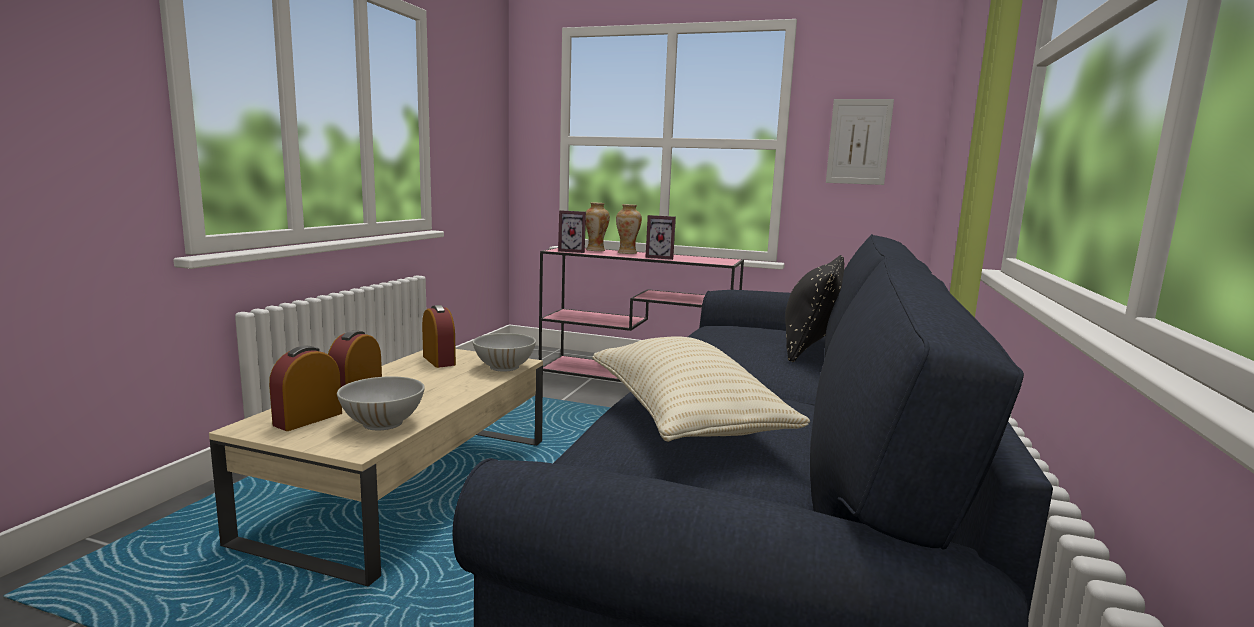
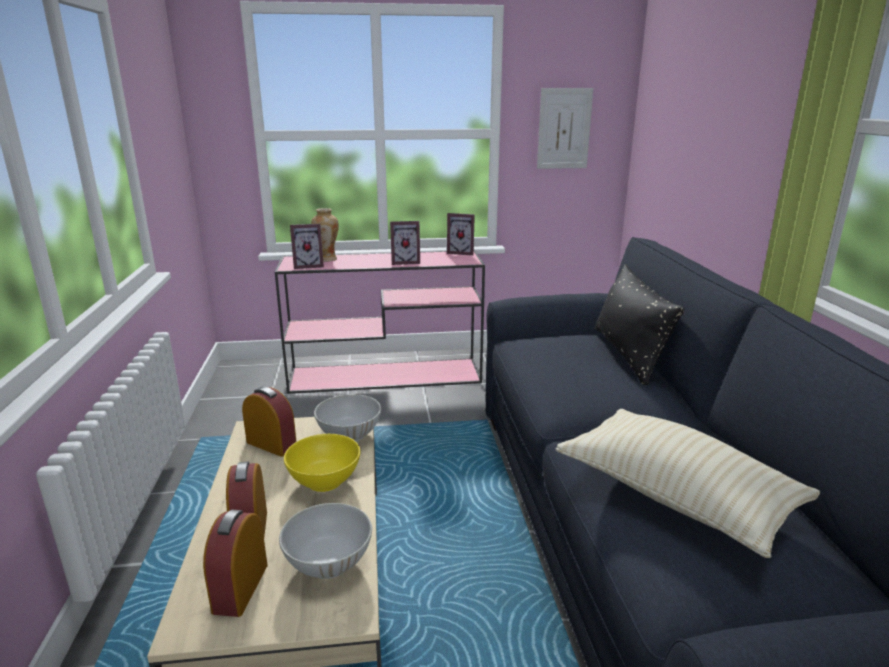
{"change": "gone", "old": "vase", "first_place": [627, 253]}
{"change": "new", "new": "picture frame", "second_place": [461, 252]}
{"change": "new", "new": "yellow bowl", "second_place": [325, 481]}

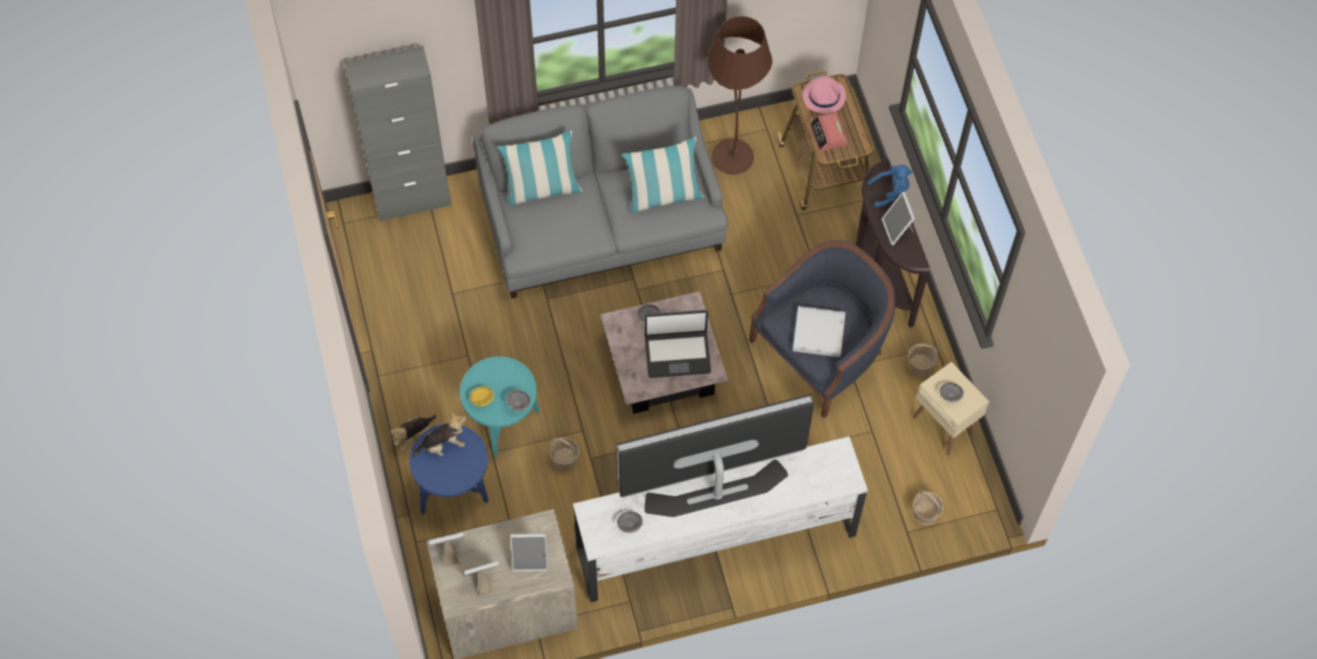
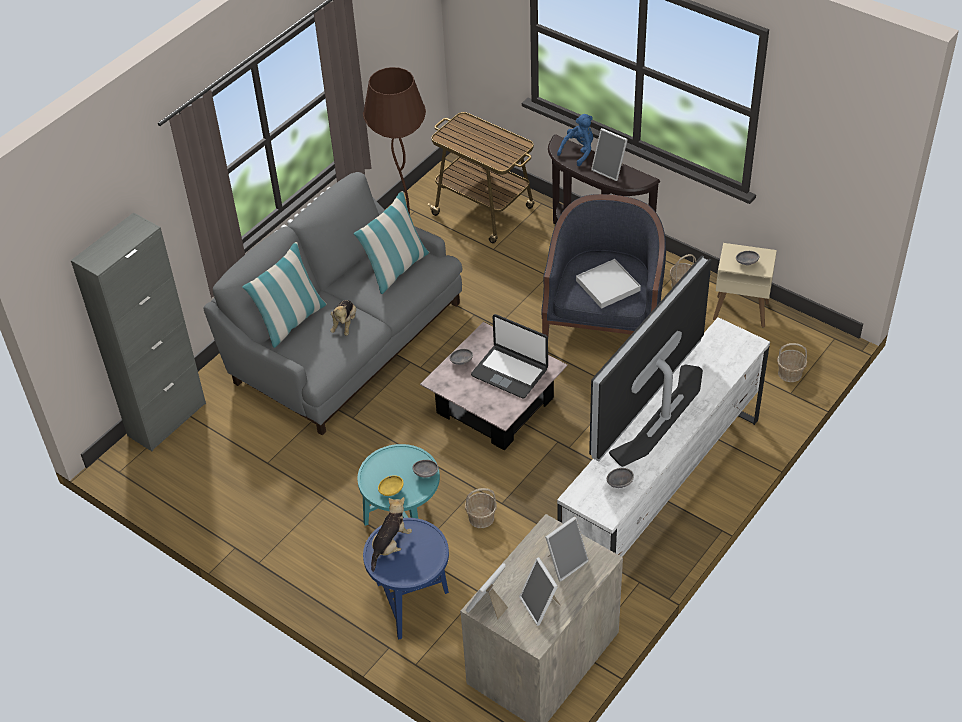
{"change": "gone", "old": "pink hat", "first_place": [824, 96]}
{"change": "gone", "old": "alarm clock", "first_place": [827, 135]}
{"change": "rotated", "old": "laptop", "first_place": [677, 354], "second_place": [510, 372], "degrees": 75}
{"change": "shifted", "old": "plush toy", "first_place": [414, 436], "second_place": [345, 324]}
{"change": "rotated", "old": "picture frame", "first_place": [482, 579], "second_place": [541, 606], "degrees": -60}

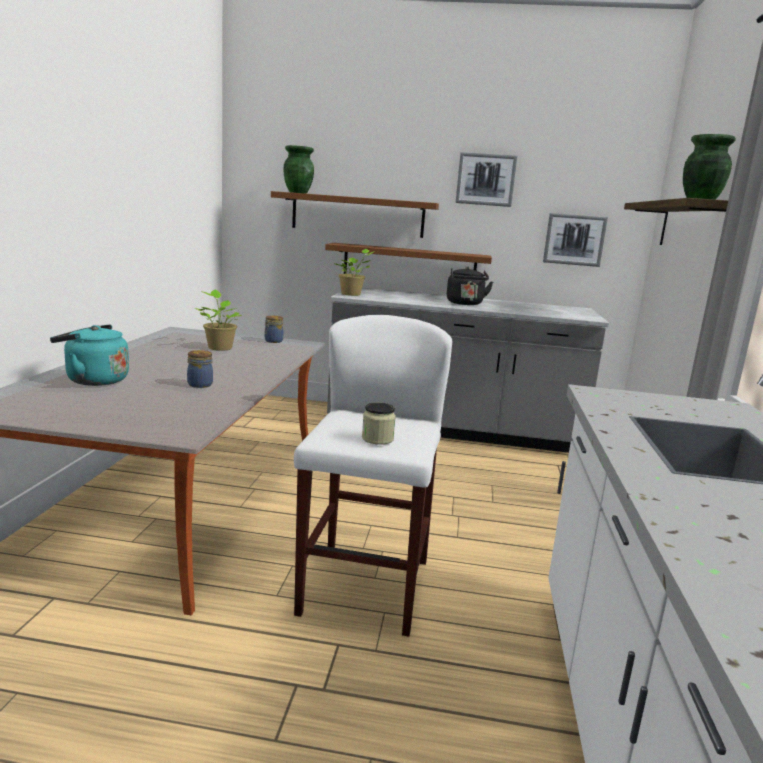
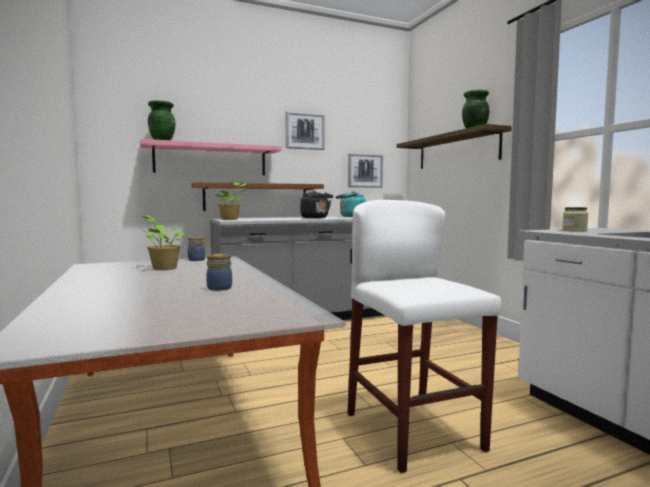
{"change": "repainted", "old": "brown shelf", "new": "pink shelf", "first_place": [357, 215], "second_place": [211, 160]}
{"change": "shifted", "old": "turquoise kettle", "first_place": [93, 380], "second_place": [351, 216]}
{"change": "shifted", "old": "jar", "first_place": [377, 439], "second_place": [574, 230]}

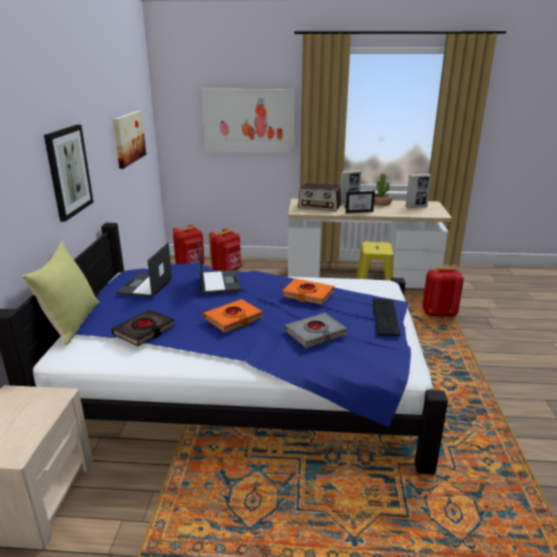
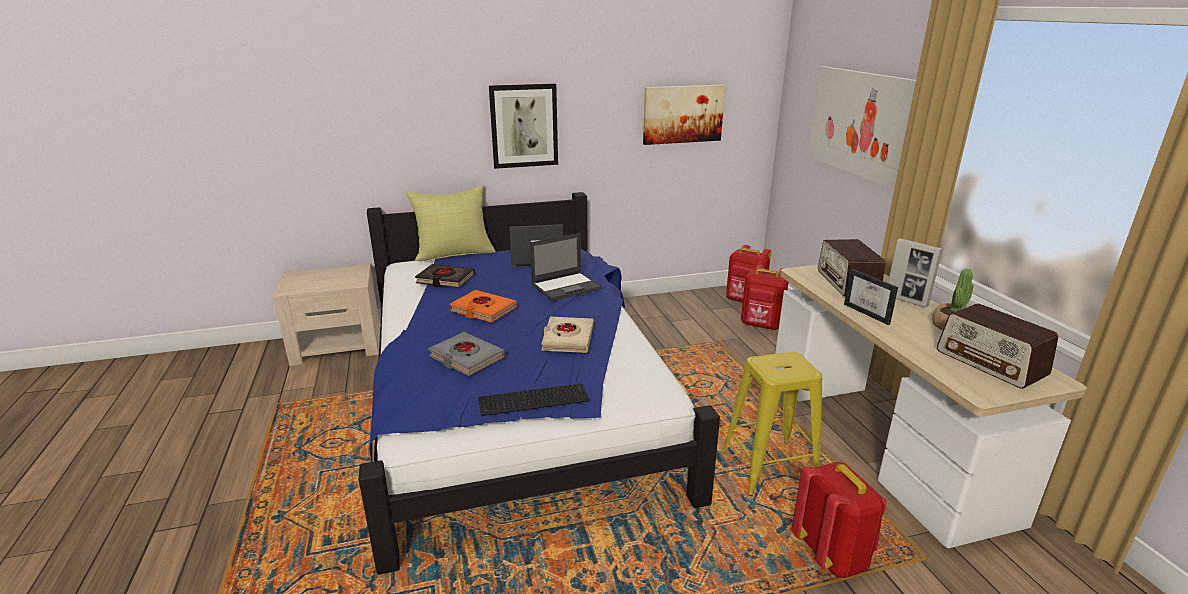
{"change": "swapped", "old": "picture frame", "new": "radio", "first_place": [416, 207], "second_place": [991, 363]}
{"change": "repainted", "old": "orange book", "new": "beige book", "first_place": [308, 294], "second_place": [567, 339]}

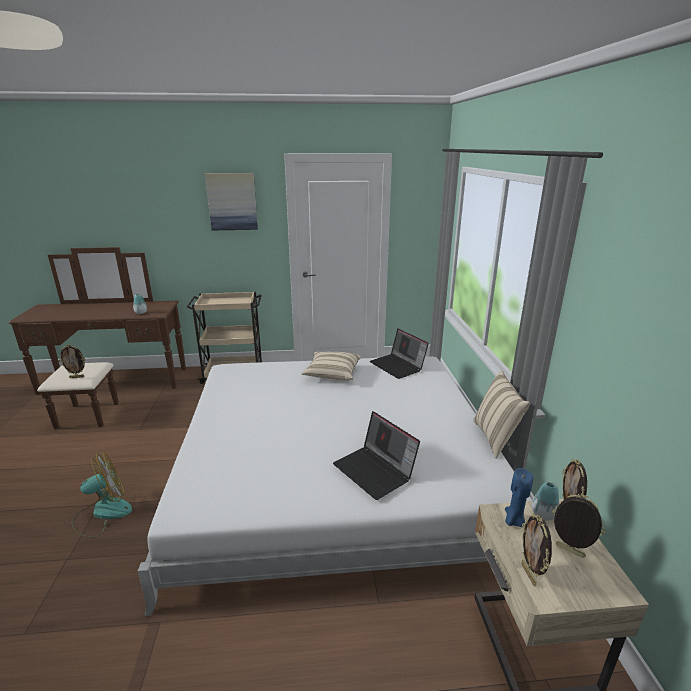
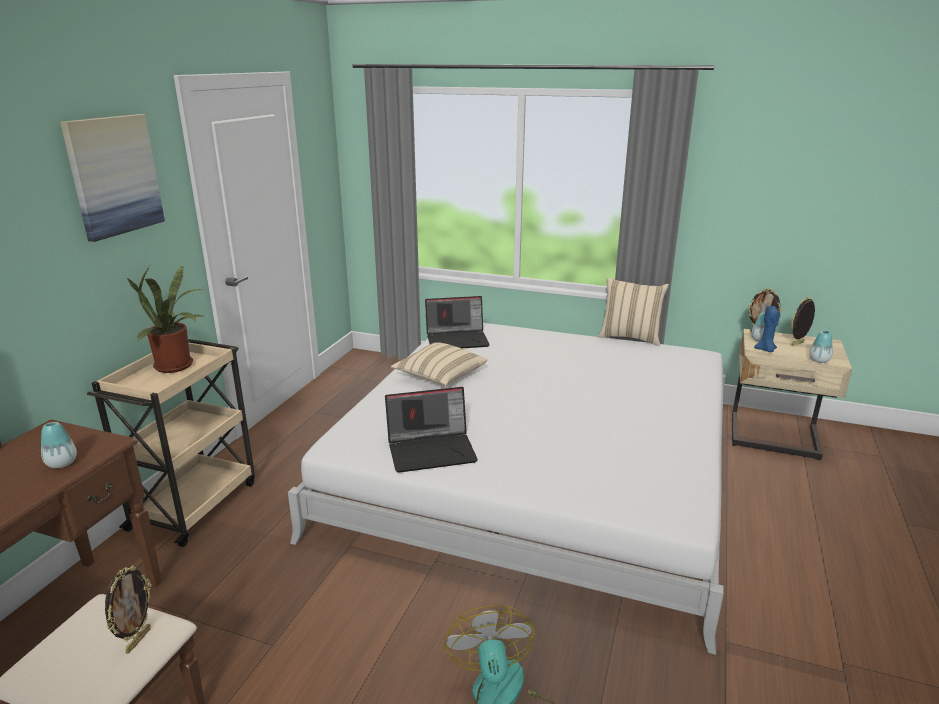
{"change": "shifted", "old": "laptop", "first_place": [375, 471], "second_place": [432, 450]}
{"change": "swapped", "old": "picture frame", "new": "vase", "first_place": [529, 575], "second_place": [819, 360]}
{"change": "new", "new": "potted plant", "second_place": [178, 366]}

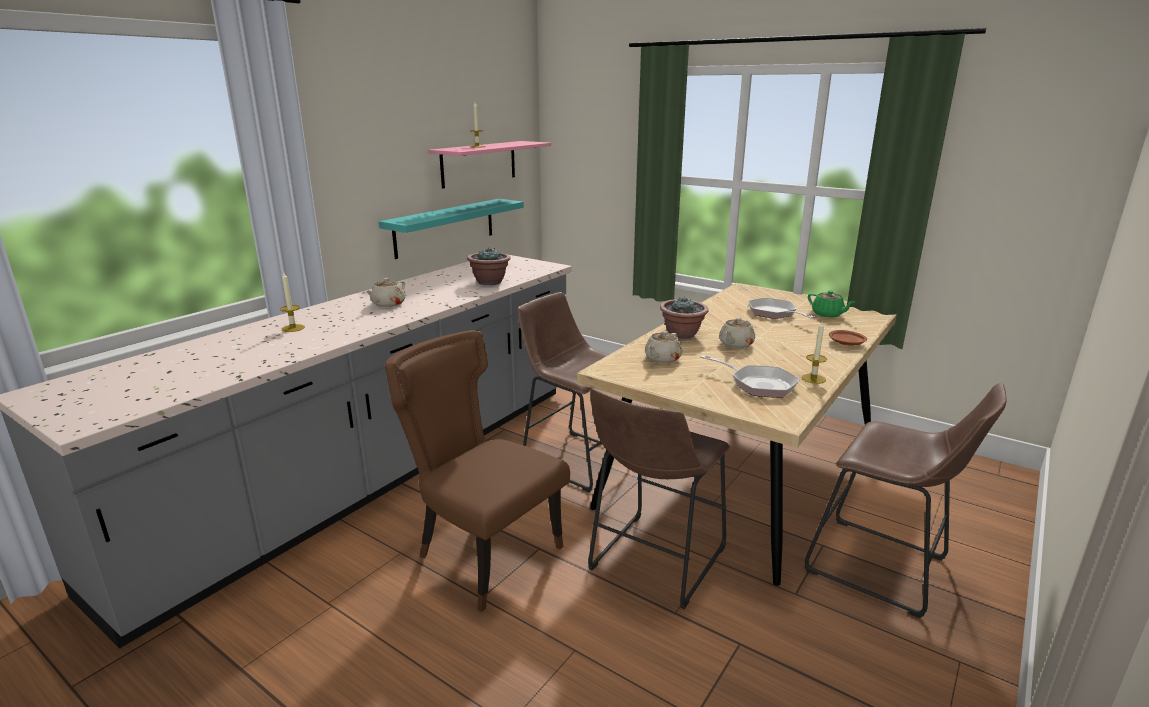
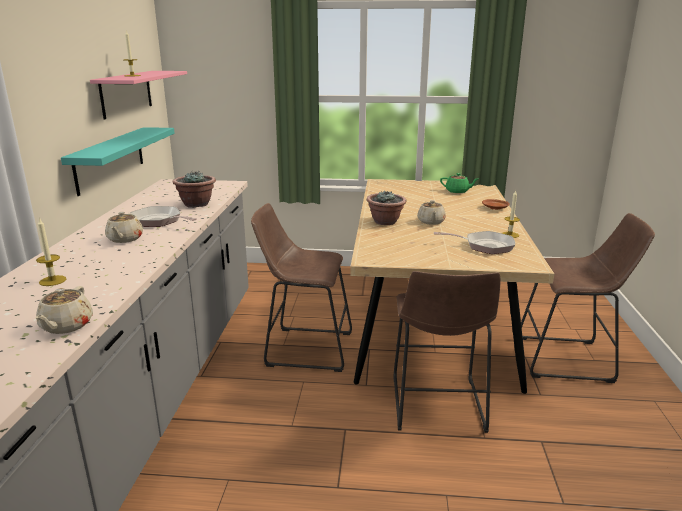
{"change": "shifted", "old": "frying pan", "first_place": [774, 313], "second_place": [159, 221]}
{"change": "gone", "old": "brown chair", "first_place": [483, 553]}
{"change": "shifted", "old": "beige teapot", "first_place": [662, 359], "second_place": [66, 326]}

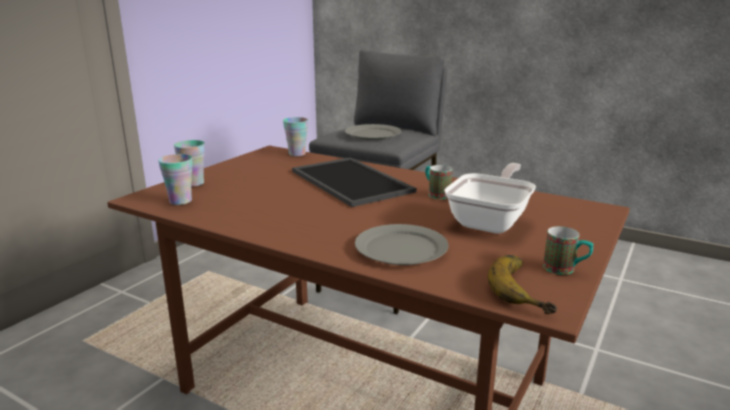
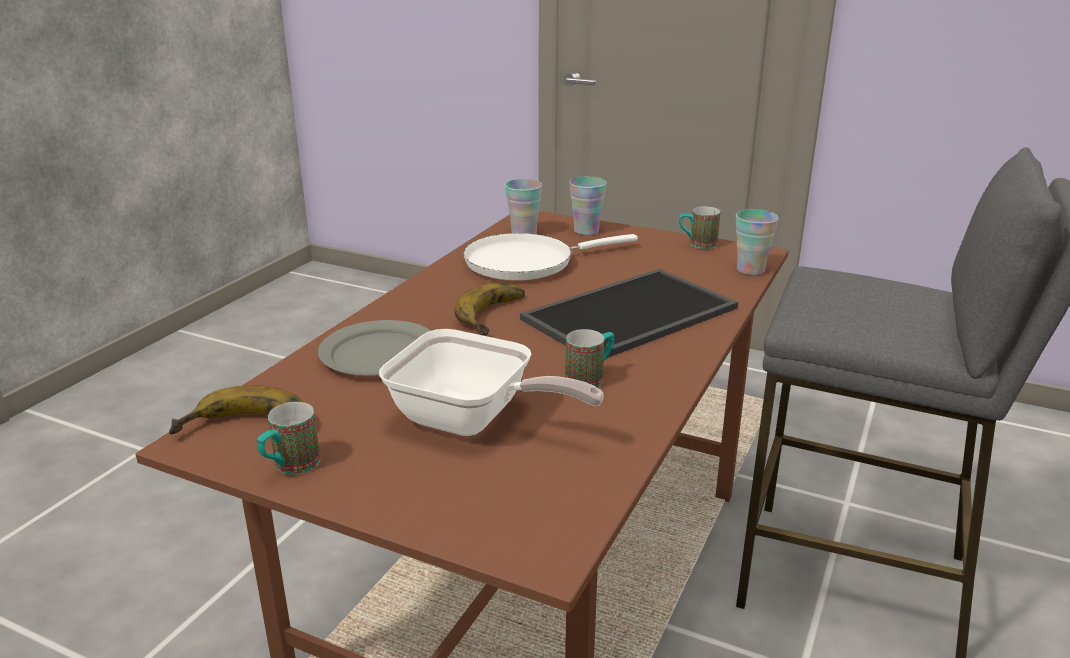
{"change": "gone", "old": "grey plate", "first_place": [373, 134]}
{"change": "new", "new": "mug", "second_place": [697, 244]}
{"change": "new", "new": "white frying pan", "second_place": [526, 262]}
{"change": "new", "new": "banana", "second_place": [499, 316]}

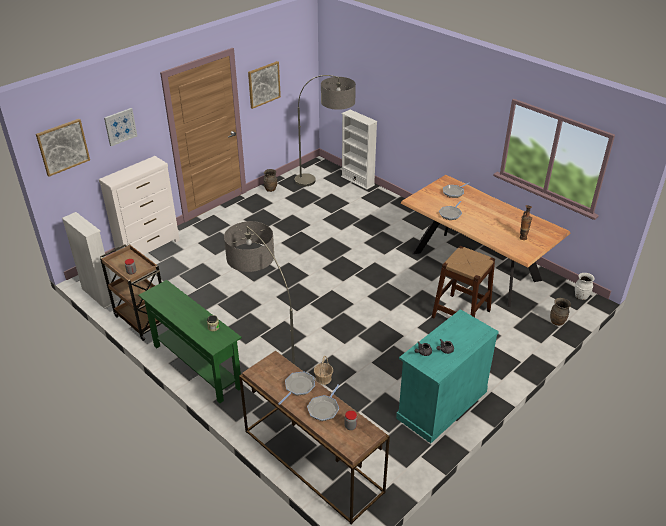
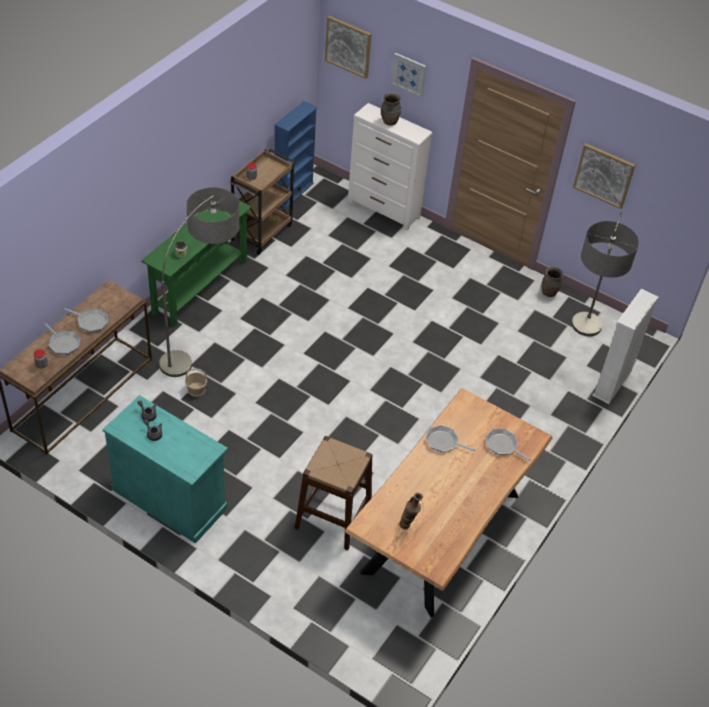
{"change": "repainted", "old": "white bookcase", "new": "blue bookcase", "first_place": [99, 295], "second_place": [293, 192]}
{"change": "gone", "old": "white vase", "first_place": [580, 296]}
{"change": "shifted", "old": "brown vase", "first_place": [557, 322], "second_place": [389, 122]}
{"change": "rotated", "old": "frying pan", "first_place": [324, 409], "second_place": [63, 343], "degrees": -150}

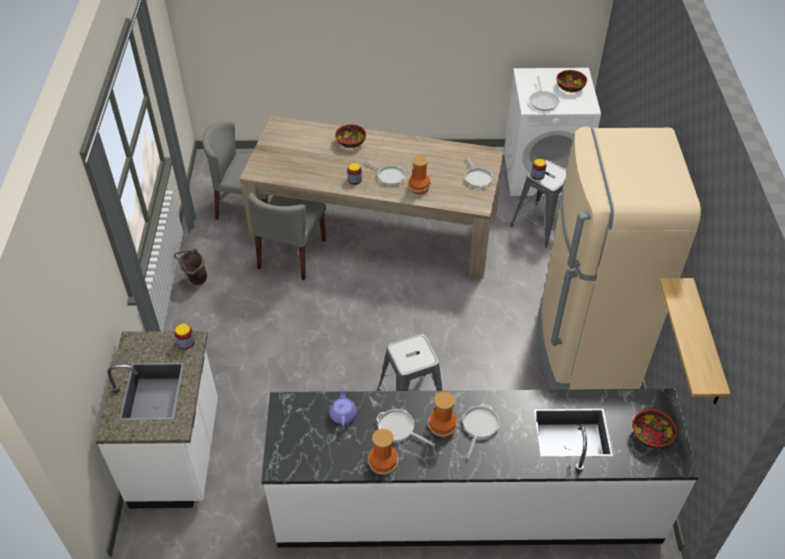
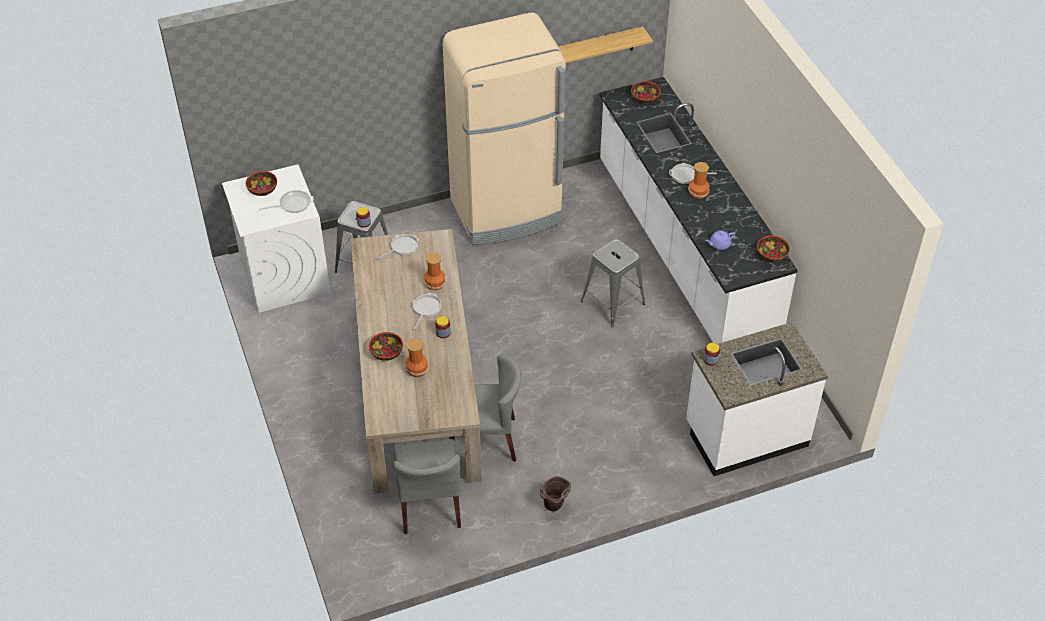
{"change": "gone", "old": "frying pan", "first_place": [398, 428]}
{"change": "shifted", "old": "vase", "first_place": [383, 463], "second_place": [416, 369]}
{"change": "new", "new": "bowl", "second_place": [771, 255]}

